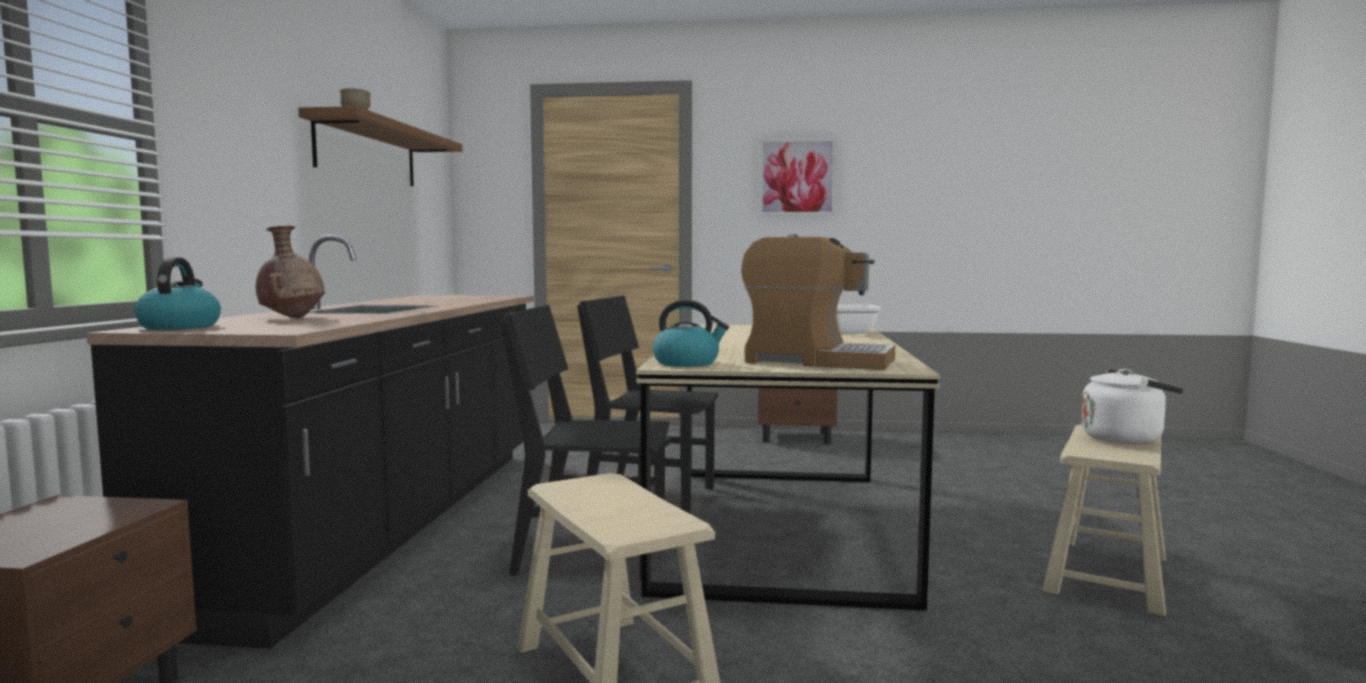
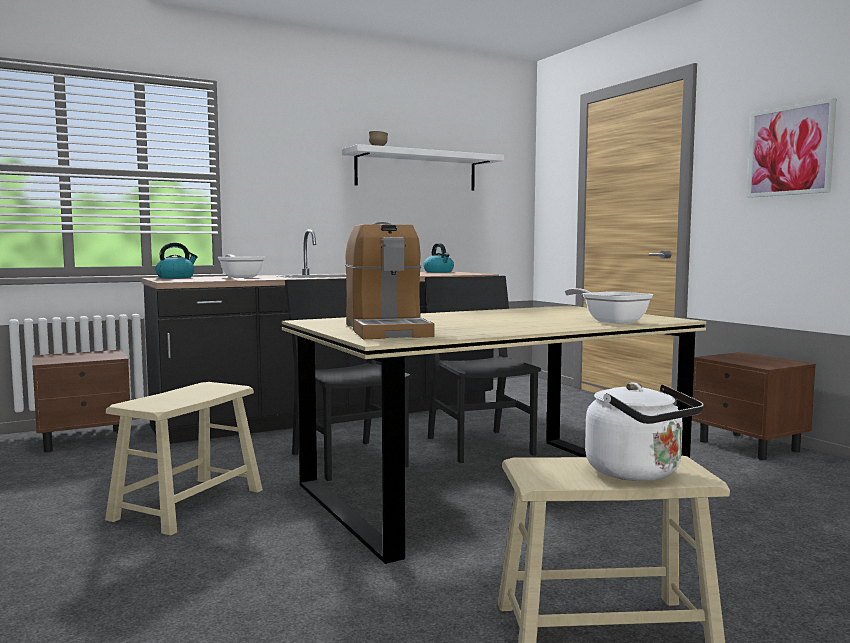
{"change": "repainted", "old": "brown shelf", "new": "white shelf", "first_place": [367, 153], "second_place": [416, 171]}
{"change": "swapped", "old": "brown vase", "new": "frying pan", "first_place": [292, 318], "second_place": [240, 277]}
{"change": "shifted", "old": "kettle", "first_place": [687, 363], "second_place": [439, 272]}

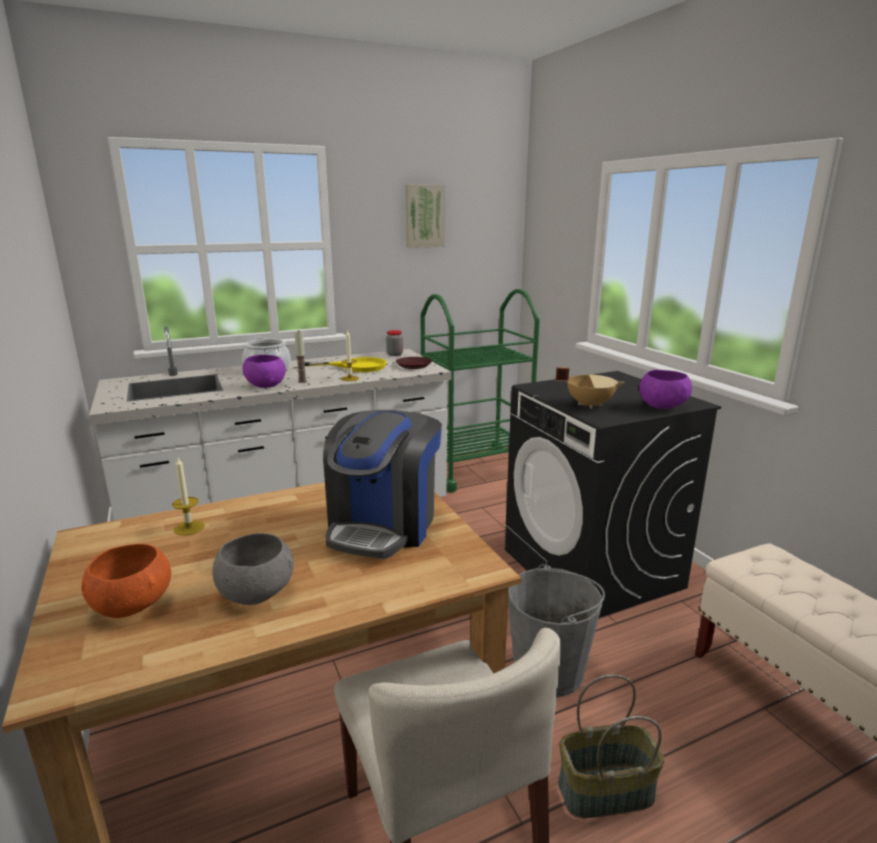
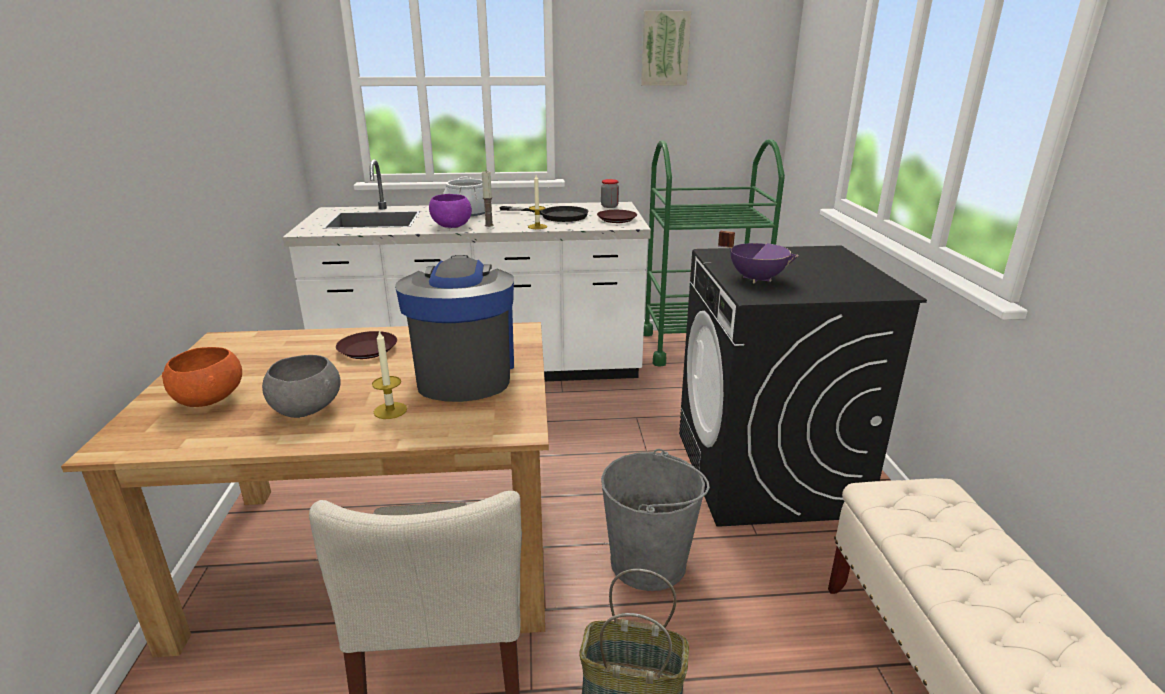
{"change": "repainted", "old": "yellow frying pan", "new": "black frying pan", "first_place": [355, 367], "second_place": [555, 215]}
{"change": "repainted", "old": "beige cooking pot", "new": "purple cooking pot", "first_place": [589, 404], "second_place": [756, 279]}
{"change": "gone", "old": "purple bowl", "first_place": [663, 406]}
{"change": "rotated", "old": "coffee machine", "first_place": [383, 525], "second_place": [464, 372], "degrees": 135}
{"change": "shifted", "old": "candle", "first_place": [189, 528], "second_place": [390, 410]}
{"change": "new", "new": "brown plate", "second_place": [367, 350]}

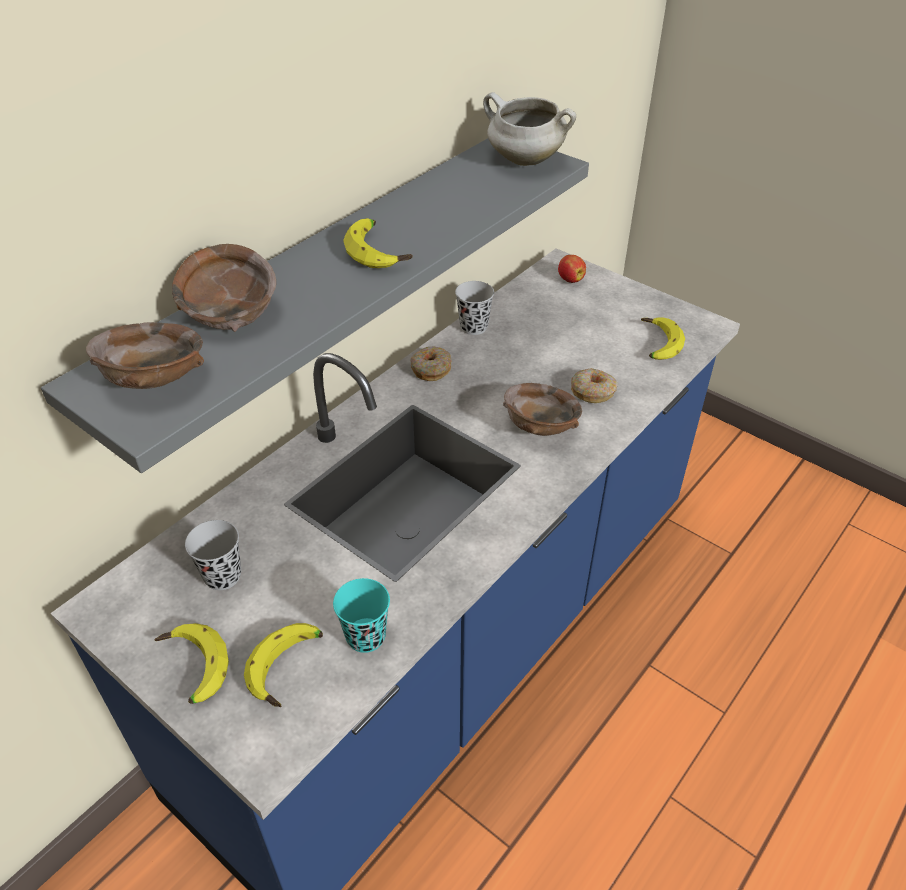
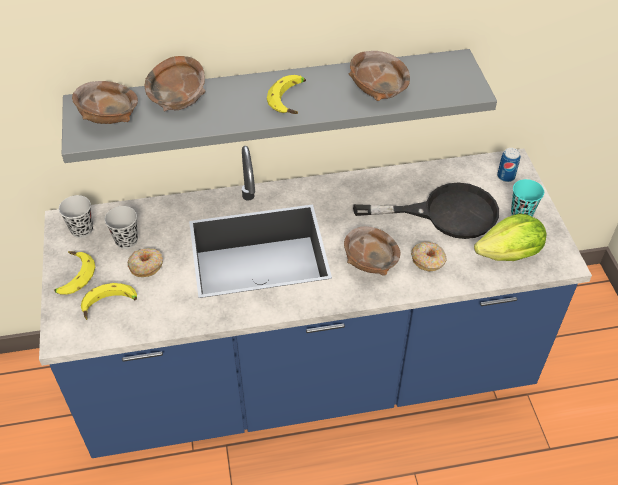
{"change": "gone", "old": "white cooking pot", "first_place": [524, 160]}
{"change": "swapped", "old": "apple", "new": "can", "first_place": [570, 279], "second_place": [506, 176]}
{"change": "shifted", "old": "black cup", "first_place": [473, 327], "second_place": [82, 230]}
{"change": "swapped", "old": "banana", "new": "lettuce", "first_place": [656, 344], "second_place": [509, 254]}
{"change": "shifted", "old": "donut", "first_place": [431, 369], "second_place": [146, 266]}
{"change": "shifted", "old": "turquoise cup", "first_place": [365, 636], "second_place": [521, 213]}
{"change": "new", "new": "brown bowl", "second_place": [378, 90]}
{"change": "new", "new": "black frying pan", "second_place": [445, 213]}

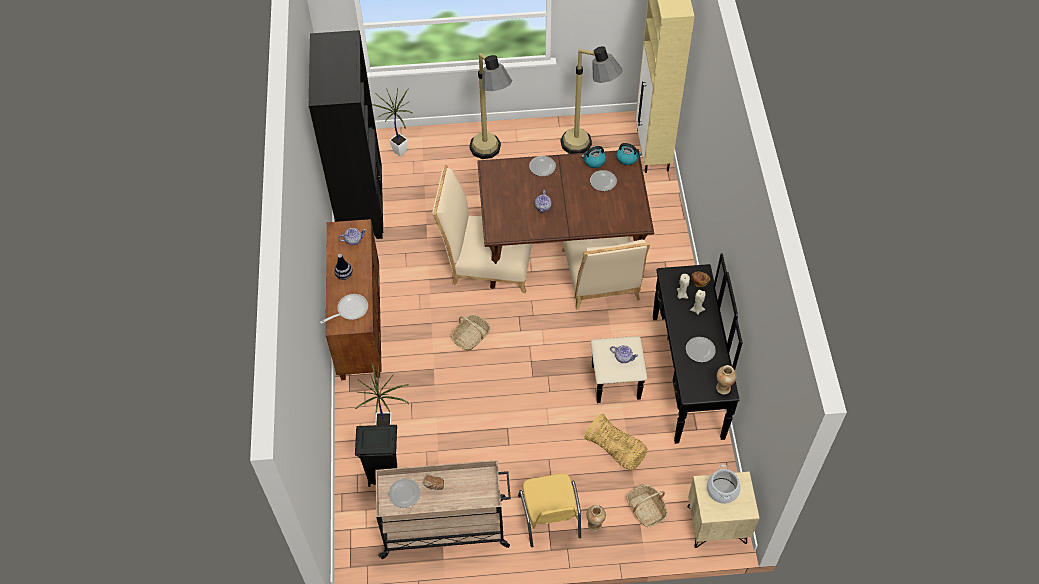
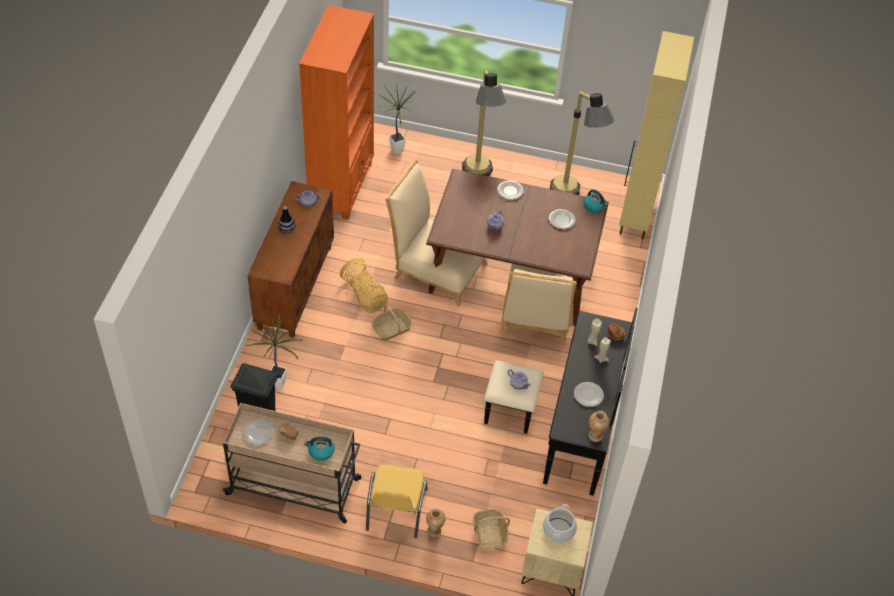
{"change": "repainted", "old": "black bookcase", "new": "orange bookcase", "first_place": [362, 205], "second_place": [342, 186]}
{"change": "shifted", "old": "kettle", "first_place": [594, 161], "second_place": [321, 451]}
{"change": "gone", "old": "frying pan", "first_place": [350, 310]}
{"change": "shifted", "old": "basket", "first_place": [616, 450], "second_place": [365, 295]}

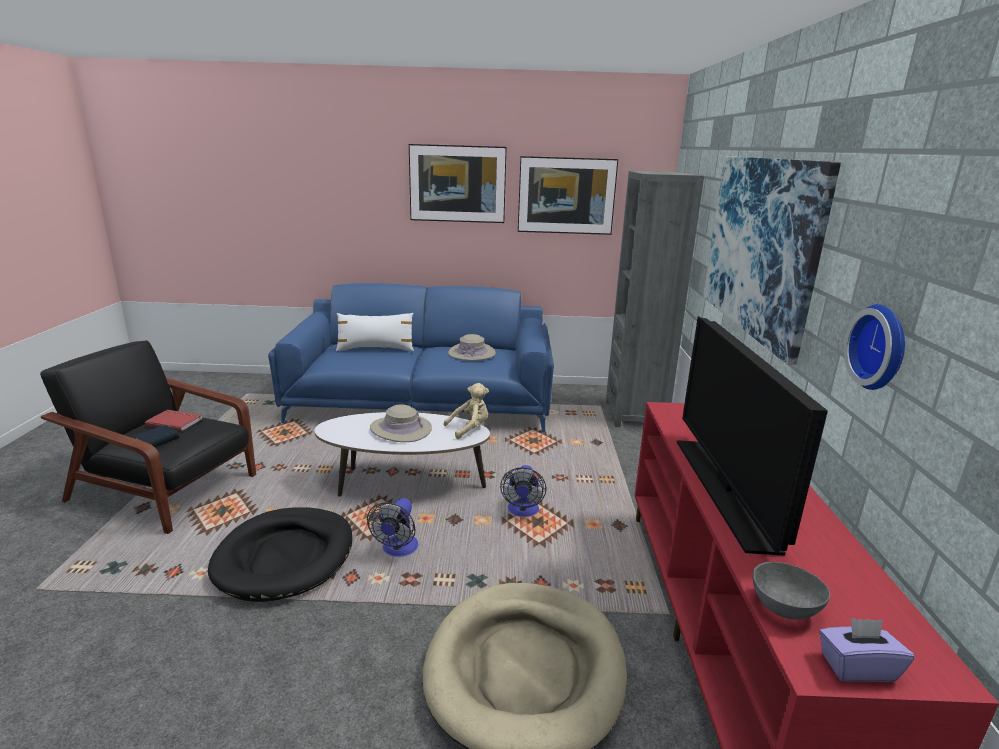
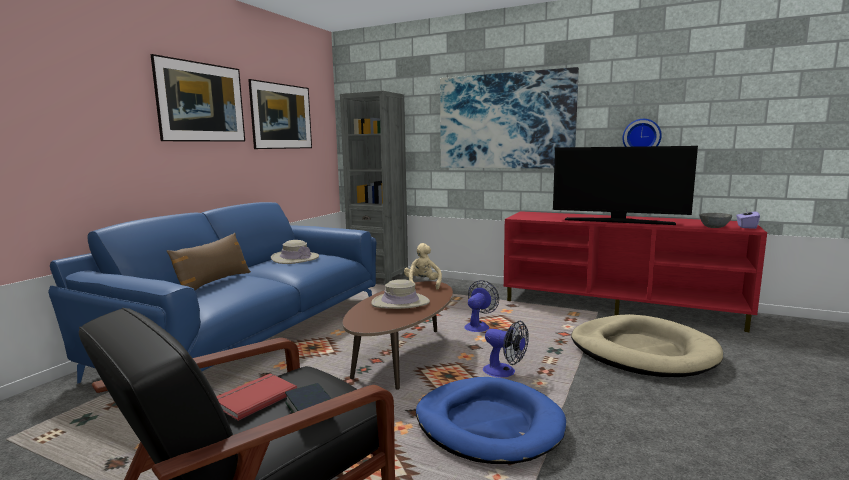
{"change": "repainted", "old": "white pillow", "new": "brown pillow", "first_place": [375, 349], "second_place": [213, 283]}
{"change": "repainted", "old": "white coffee table", "new": "brown coffee table", "first_place": [404, 485], "second_place": [403, 359]}
{"change": "rotated", "old": "fan", "first_place": [523, 512], "second_place": [478, 326], "degrees": -90}
{"change": "repainted", "old": "black dog bed", "new": "blue dog bed", "first_place": [285, 557], "second_place": [488, 424]}

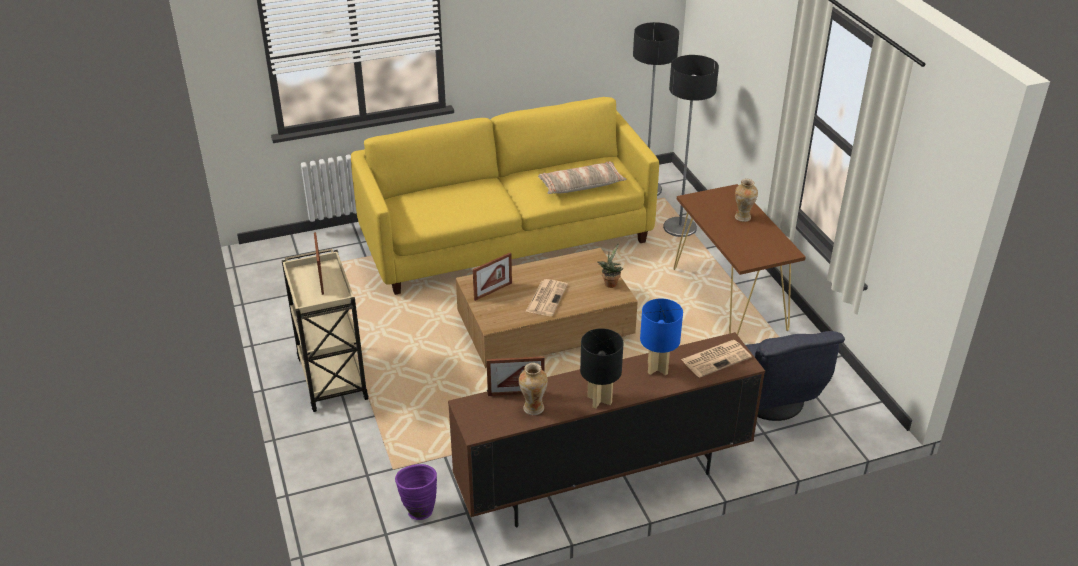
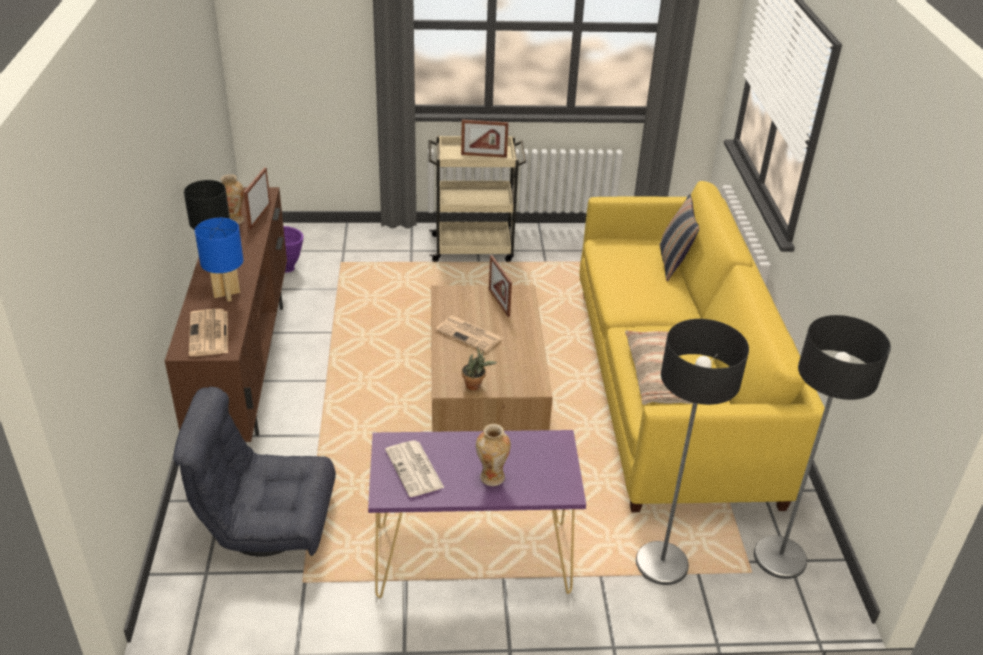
{"change": "repainted", "old": "brown console table", "new": "purple console table", "first_place": [729, 299], "second_place": [471, 559]}
{"change": "new", "new": "pillow", "second_place": [673, 263]}
{"change": "new", "new": "newspaper", "second_place": [415, 469]}

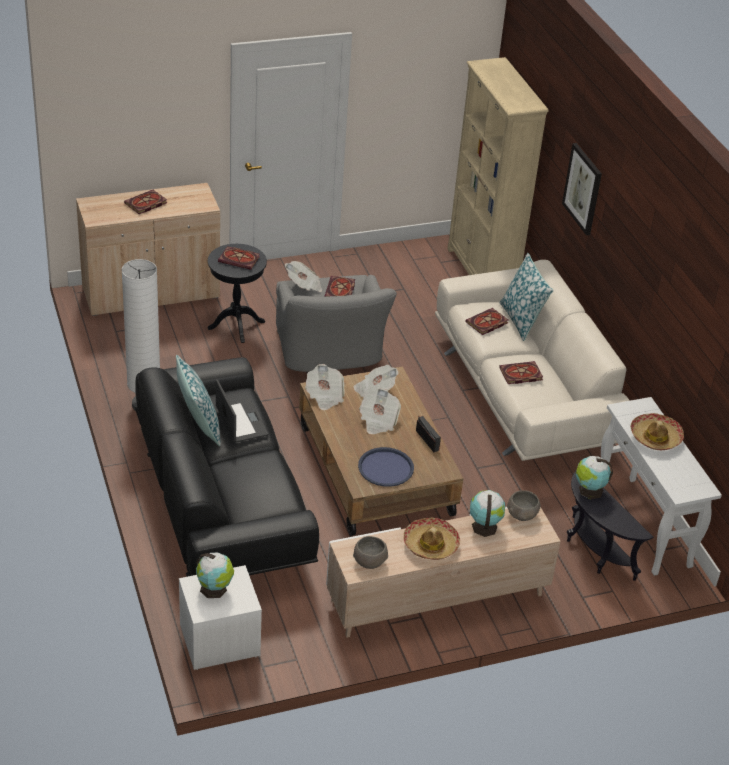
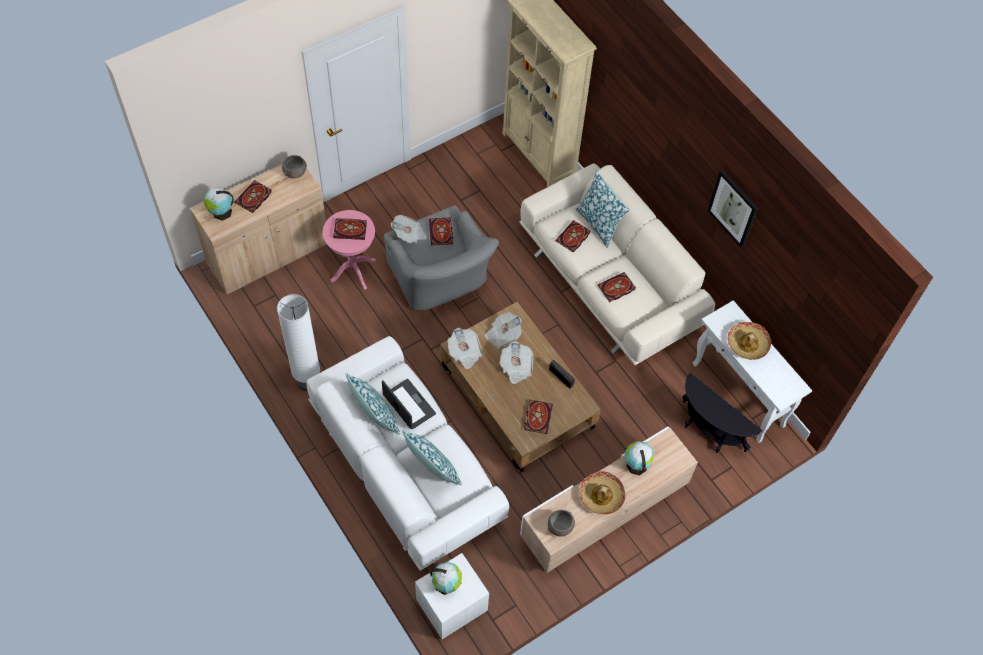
{"change": "shifted", "old": "picture", "first_place": [583, 188], "second_place": [733, 208]}
{"change": "repainted", "old": "black side table", "new": "pink side table", "first_place": [236, 325], "second_place": [353, 270]}
{"change": "repainted", "old": "black sofa", "new": "white sofa", "first_place": [221, 501], "second_place": [406, 466]}
{"change": "swapped", "old": "blue tray", "new": "book", "first_place": [385, 468], "second_place": [537, 416]}
{"change": "shifted", "old": "globe", "first_place": [589, 490], "second_place": [221, 212]}
{"change": "shifted", "old": "grey bowl", "first_place": [522, 515], "second_place": [295, 173]}
{"change": "new", "new": "pillow", "second_place": [432, 470]}

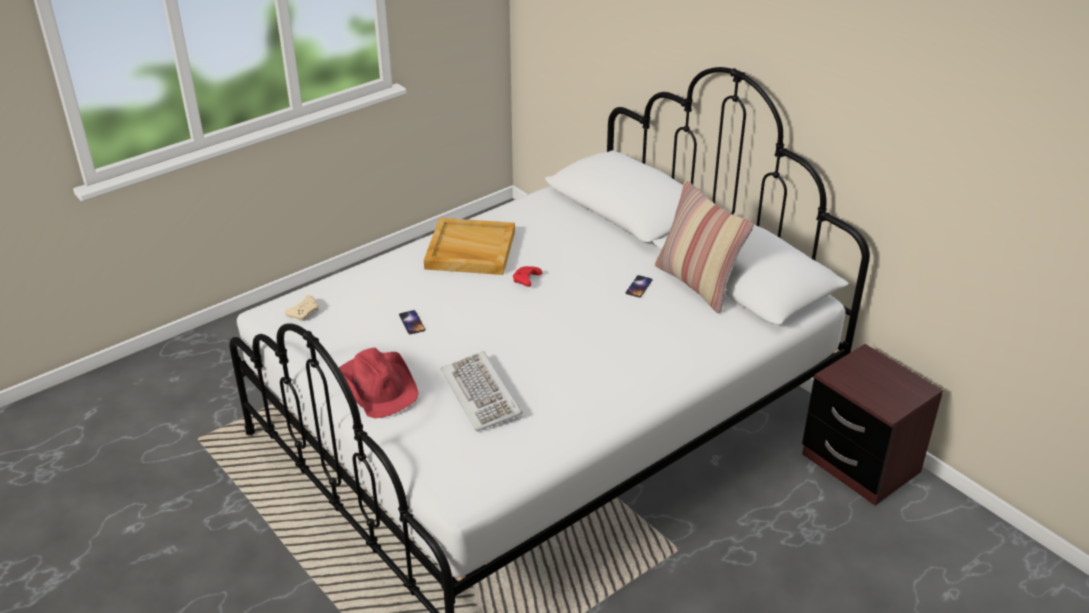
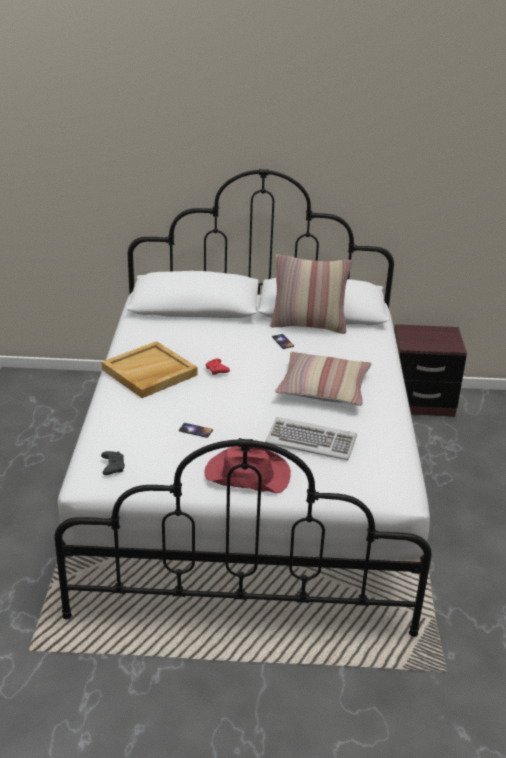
{"change": "repainted", "old": "beige game controller", "new": "black game controller", "first_place": [304, 312], "second_place": [112, 467]}
{"change": "new", "new": "pillow", "second_place": [323, 388]}

